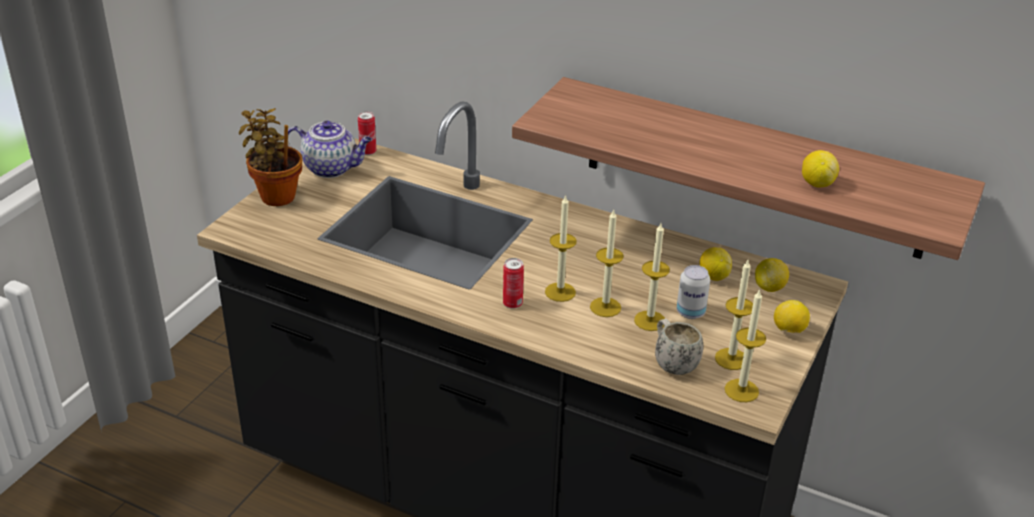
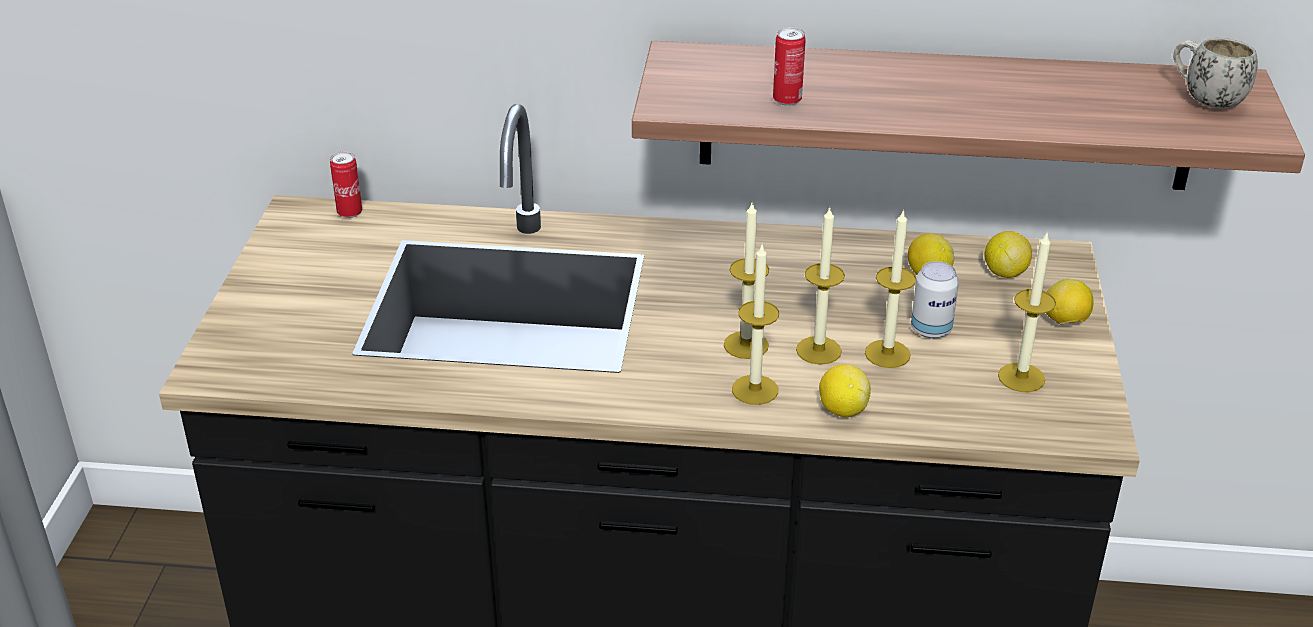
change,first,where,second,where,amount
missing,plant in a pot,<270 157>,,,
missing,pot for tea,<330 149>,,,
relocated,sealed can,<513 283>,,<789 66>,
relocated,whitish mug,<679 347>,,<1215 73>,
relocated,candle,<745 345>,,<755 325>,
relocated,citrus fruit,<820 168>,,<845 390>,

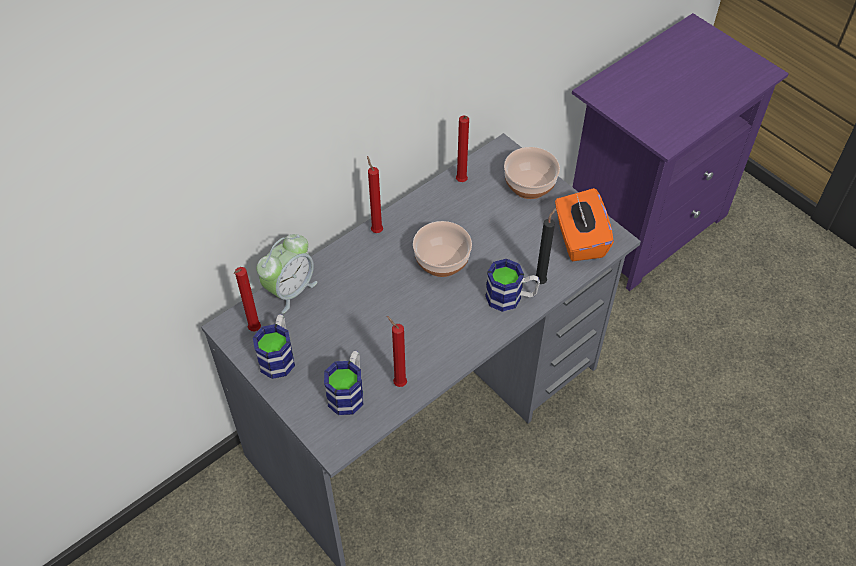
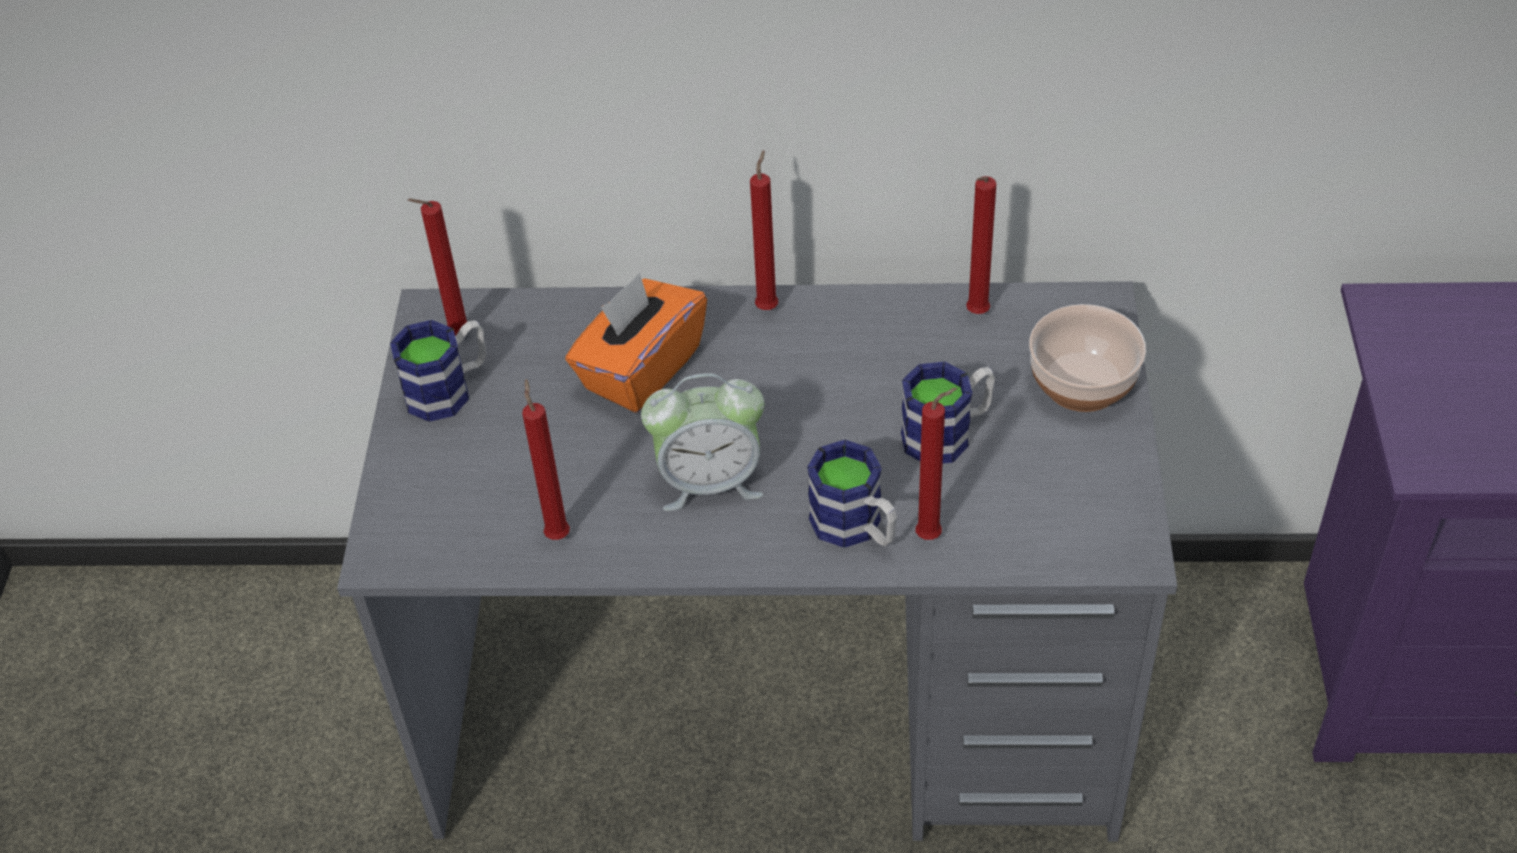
change,first,where,second,where,amount
missing,serving bowl,<442 249>,,,
relocated,bedside clock,<287 274>,,<702 442>,
relocated,mug,<343 383>,,<948 413>,
relocated,orange tissue holder,<584 224>,,<636 343>,
colour,blackish candle,<545 246>,reddish candle,<936 464>,

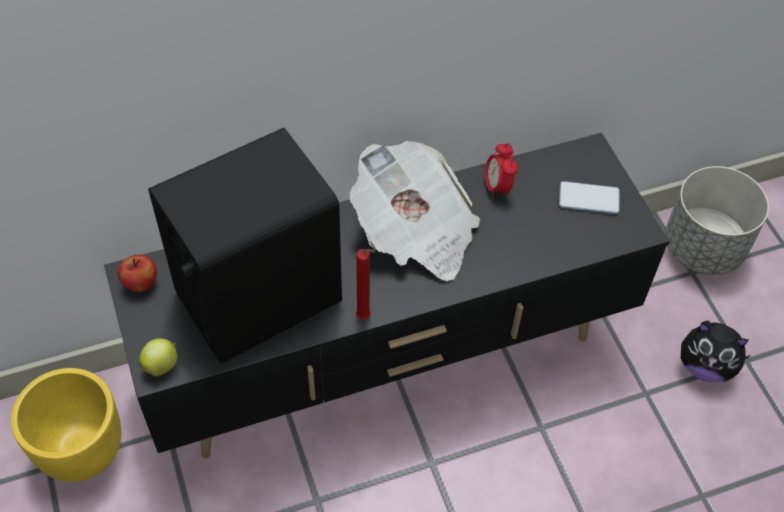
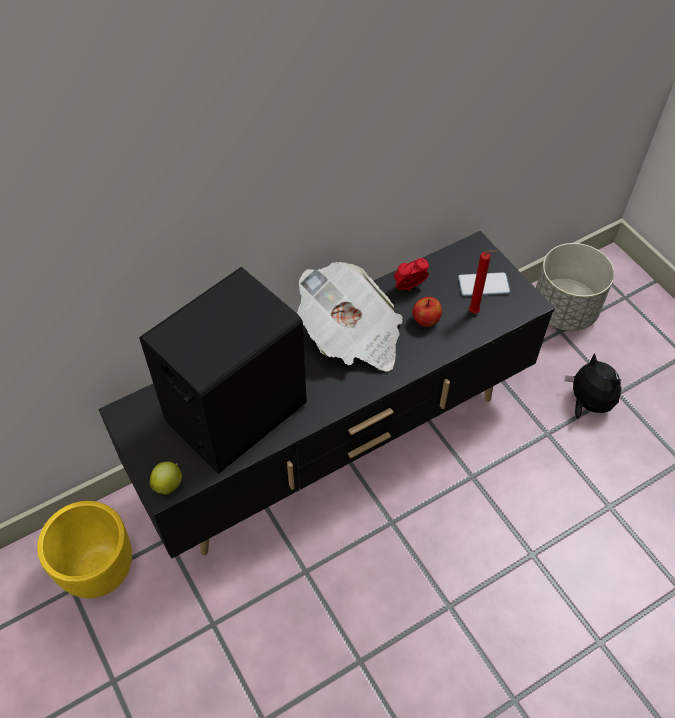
change,first,where,second,where,amount
relocated,apple fruit,<137 273>,,<427 312>,
relocated,reddish candle,<366 284>,,<483 282>,
spun,bedside clock,<501 171>,,<411 274>,90 degrees clockwise
spun,plush toy,<716 352>,,<593 386>,135 degrees counterclockwise

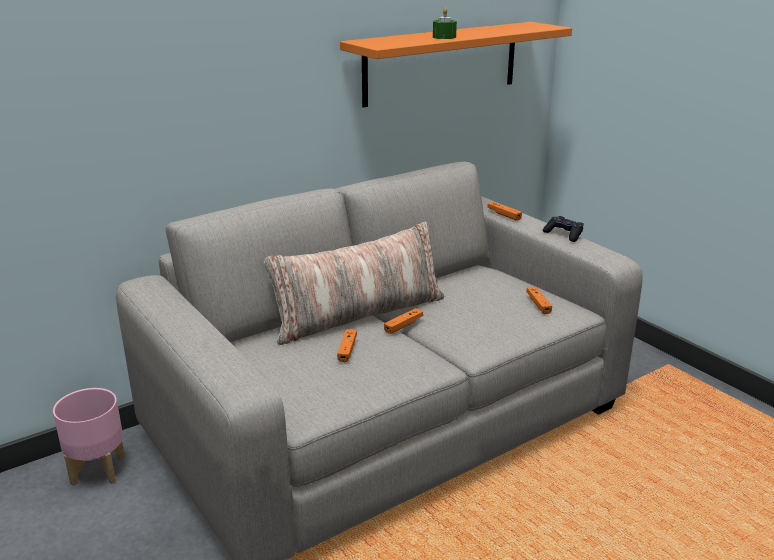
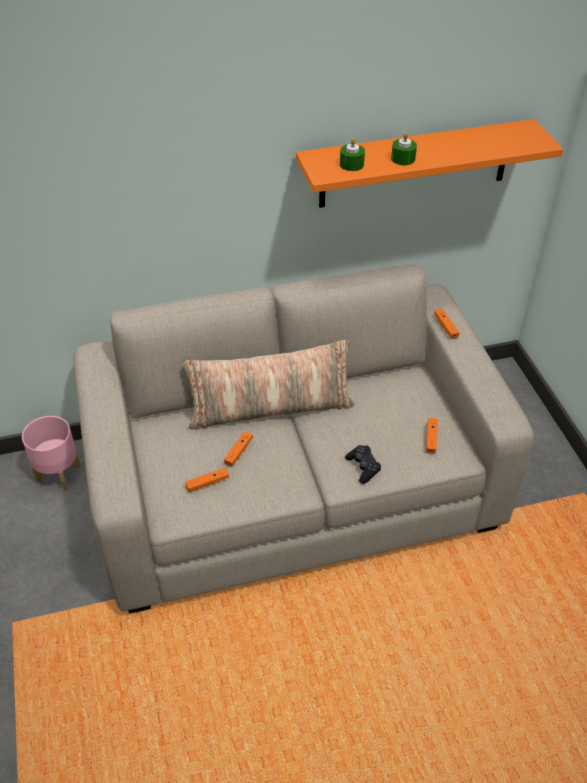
change,first,where,second,where,amount
appeared,,,green candle,<352 154>,
relocated,orange game controller,<403 321>,,<207 480>,
relocated,blackish game controller,<563 229>,,<363 464>,

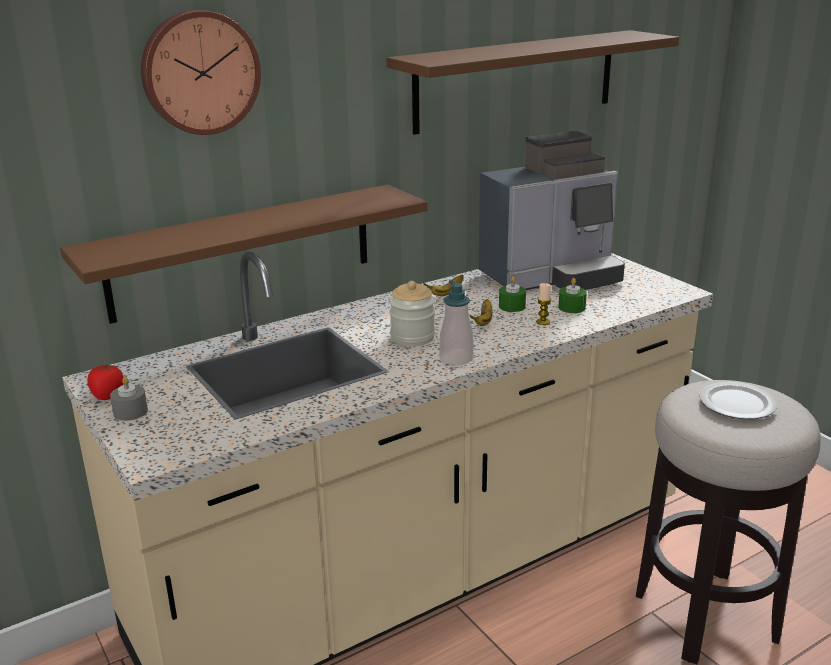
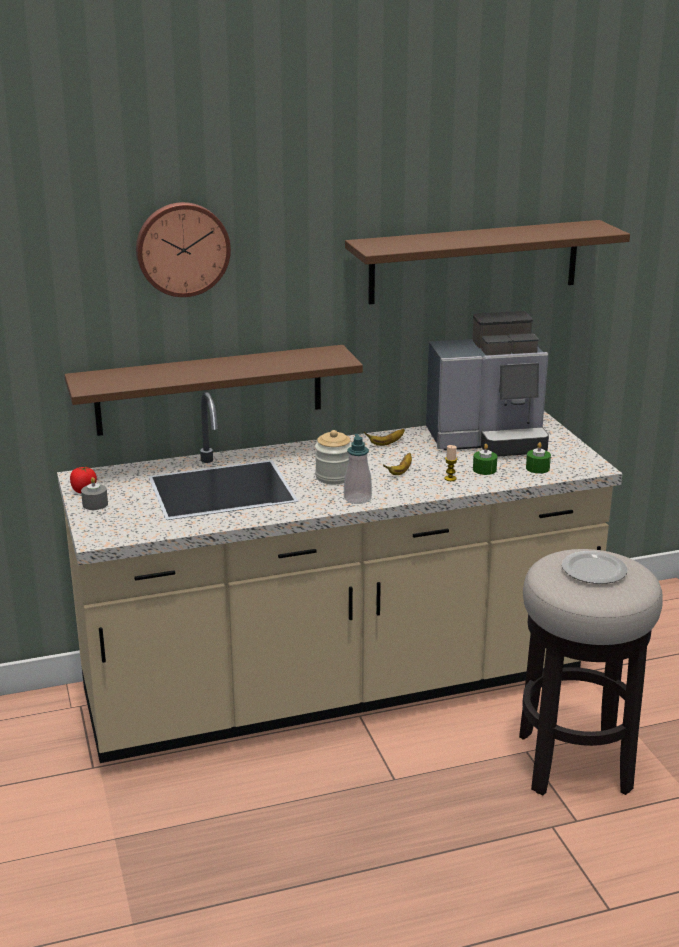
change,first,where,second,where,amount
relocated,green candle,<512 294>,,<538 457>,

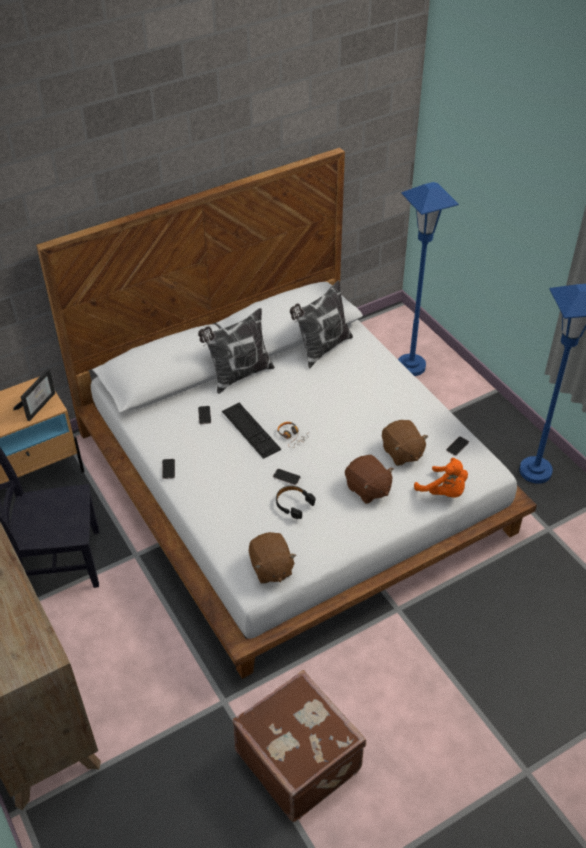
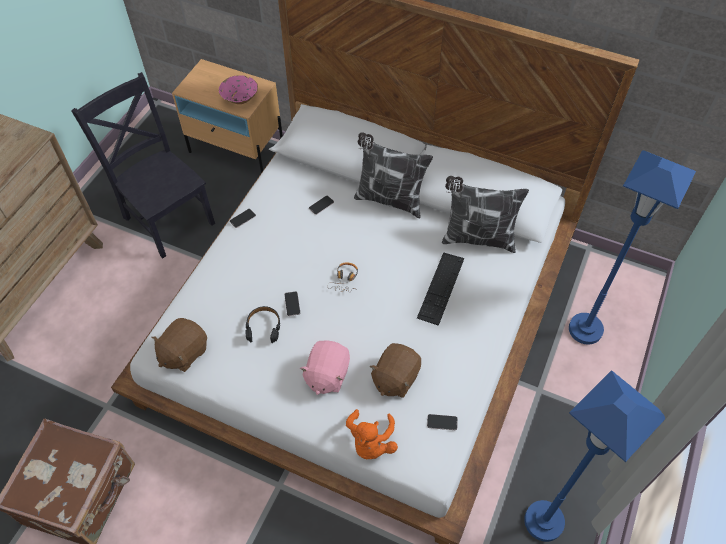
change,first,where,second,where,amount
relocated,computer keyboard,<251 431>,,<440 289>,
exchanged,standing frame,<34 395>,pink-coloured serving bowl,<238 89>,
colour,brown plush toy,<369 479>,pink-coloured plush toy,<325 367>,

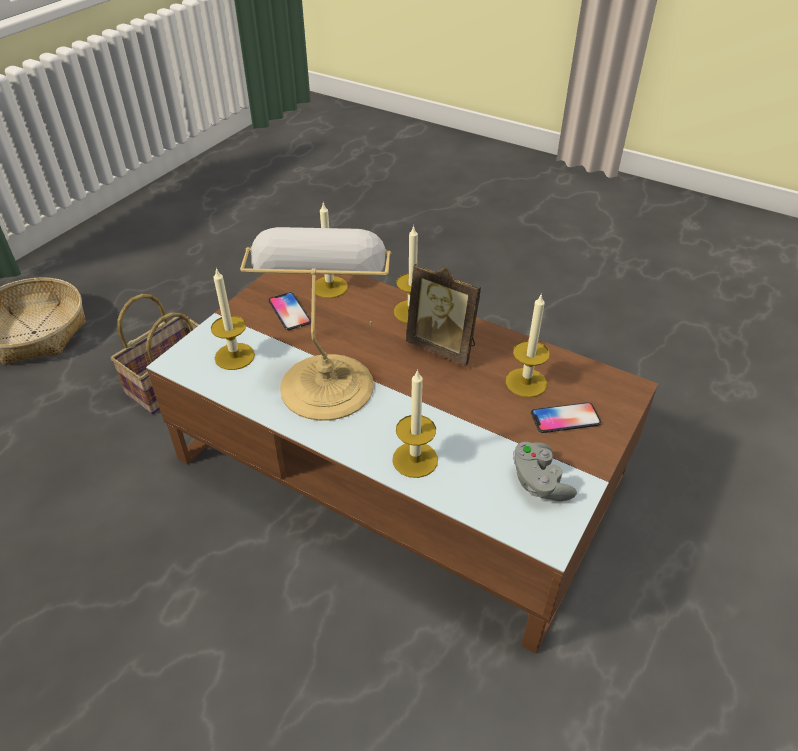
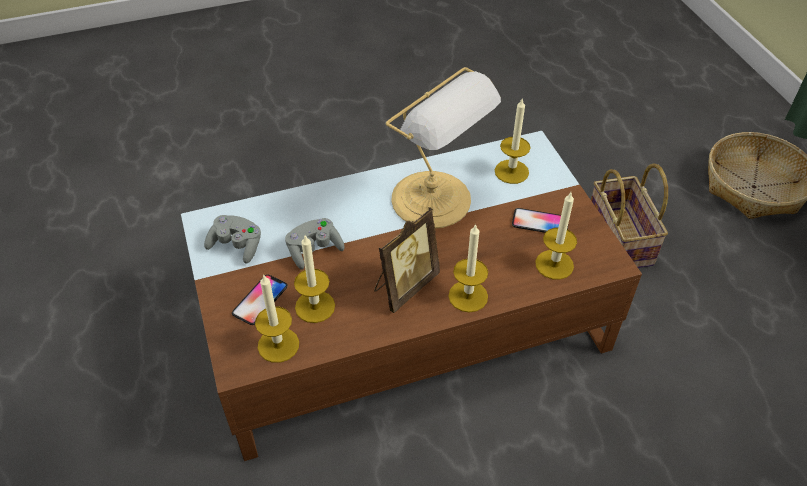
change,first,where,second,where,amount
appeared,,,grey game controller,<315 244>,
relocated,candle,<415 423>,,<277 318>,
spun,standing frame,<443 314>,,<407 260>,150 degrees clockwise

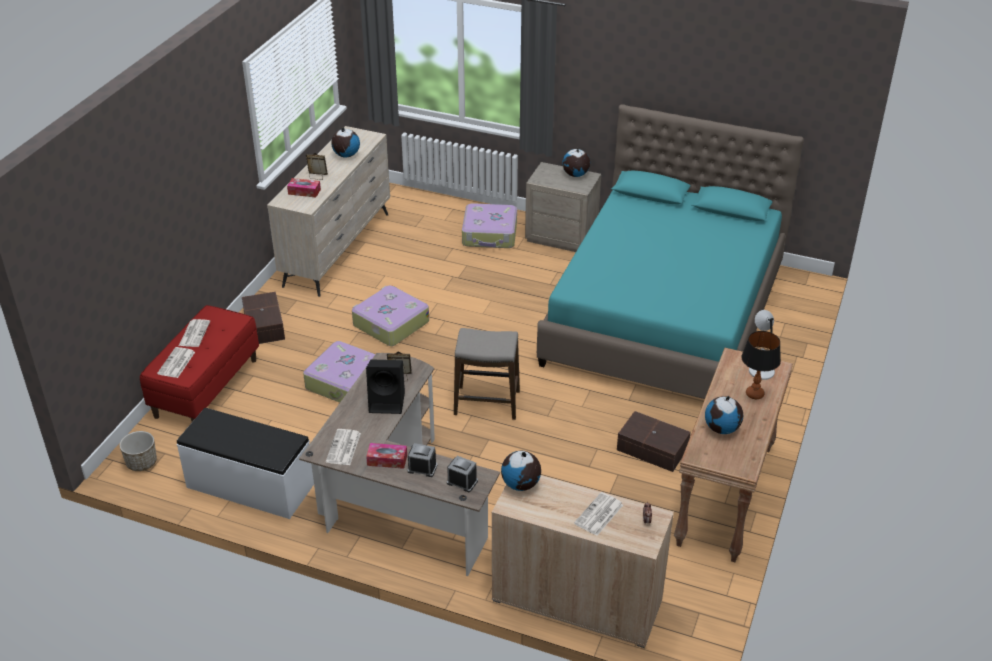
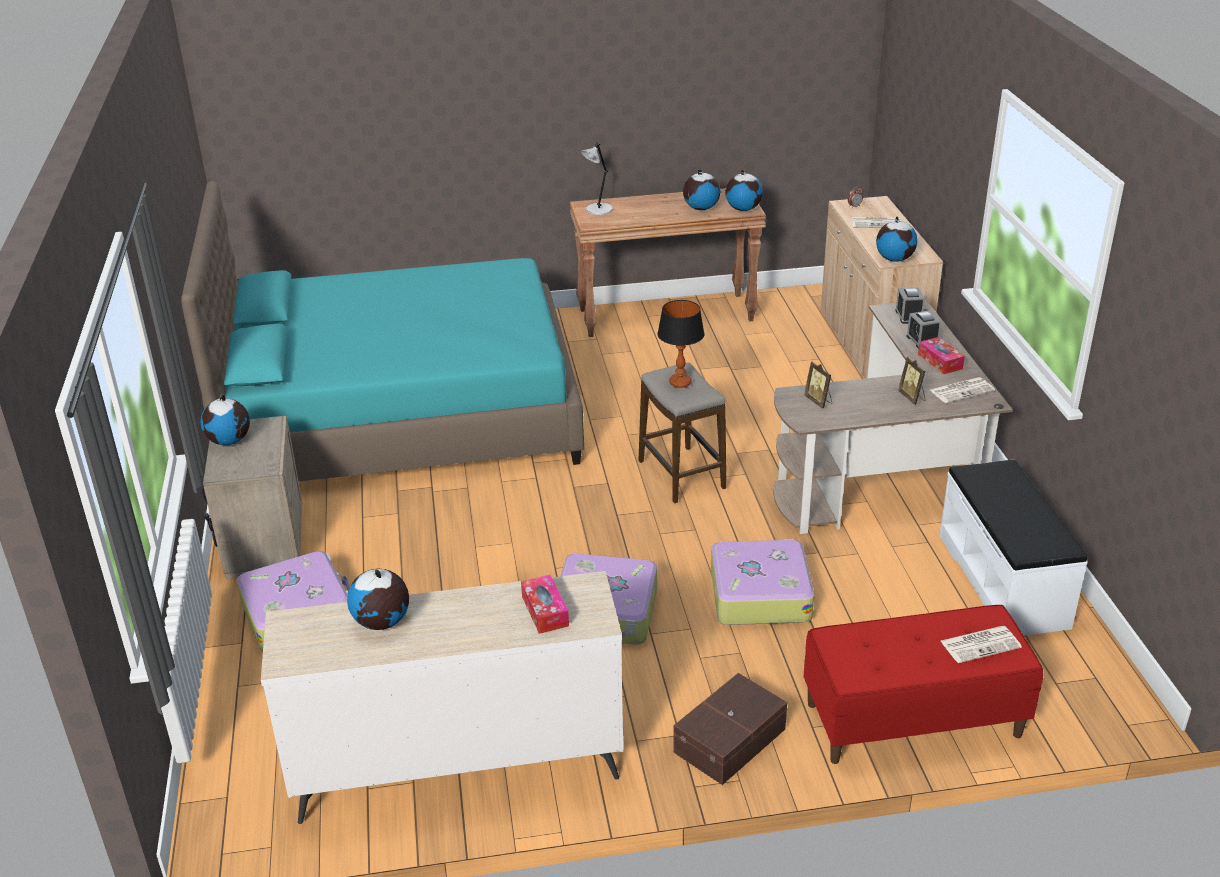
change,first,where,second,where,amount
missing,plant pot,<138 451>,,,
missing,newspaper,<194 333>,,,
missing,blackish loudspeaker,<385 386>,,,
missing,brown storage container,<654 441>,,,
appeared,,,world globe,<744 190>,
relocated,standing frame,<317 166>,,<911 381>,
relocated,table lamp,<761 365>,,<681 344>,

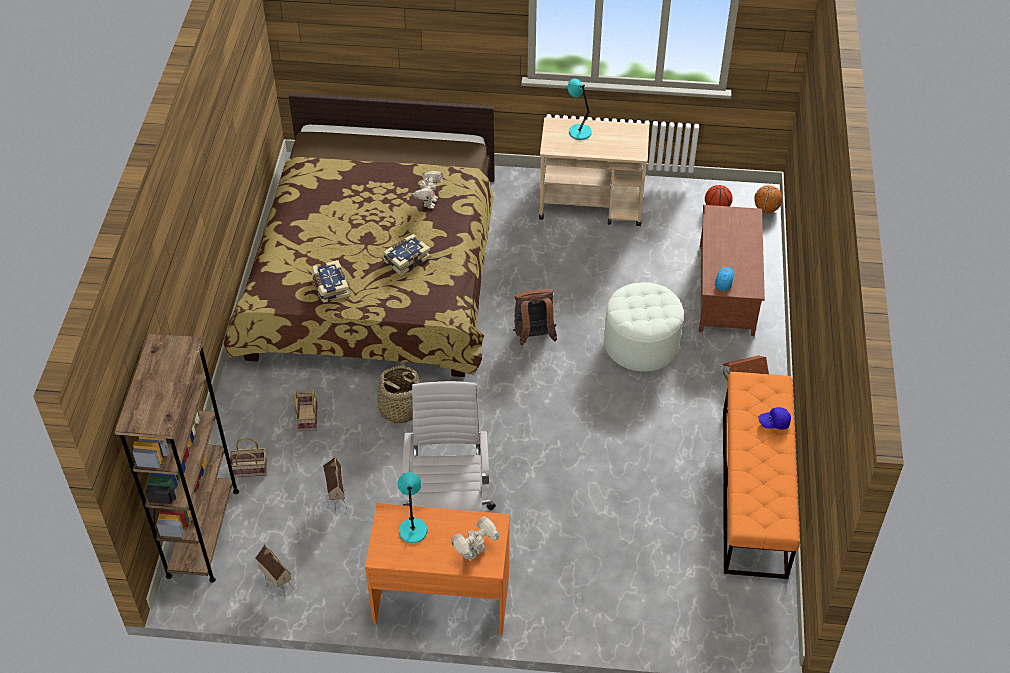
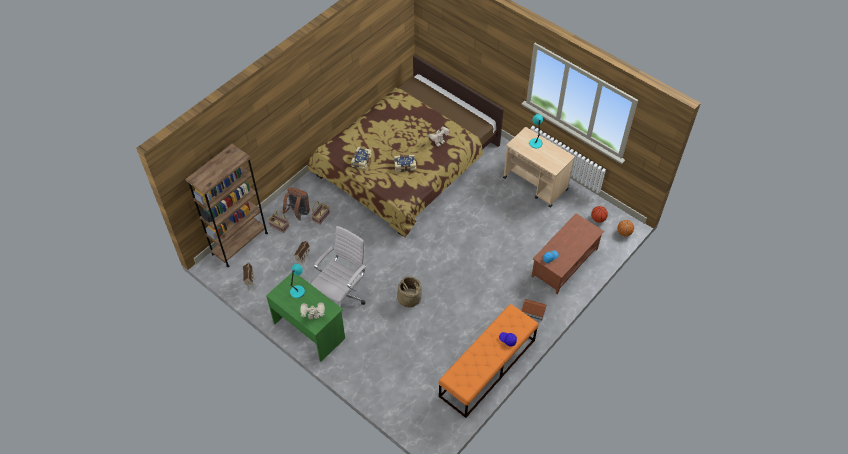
change,first,where,second,where,amount
missing,whitish pouffe,<644 327>,,,
relocated,storage basket,<393 394>,,<408 291>,
relocated,brown knapsack,<535 317>,,<296 204>,
colour,orange desk,<437 569>,green desk,<305 317>,

